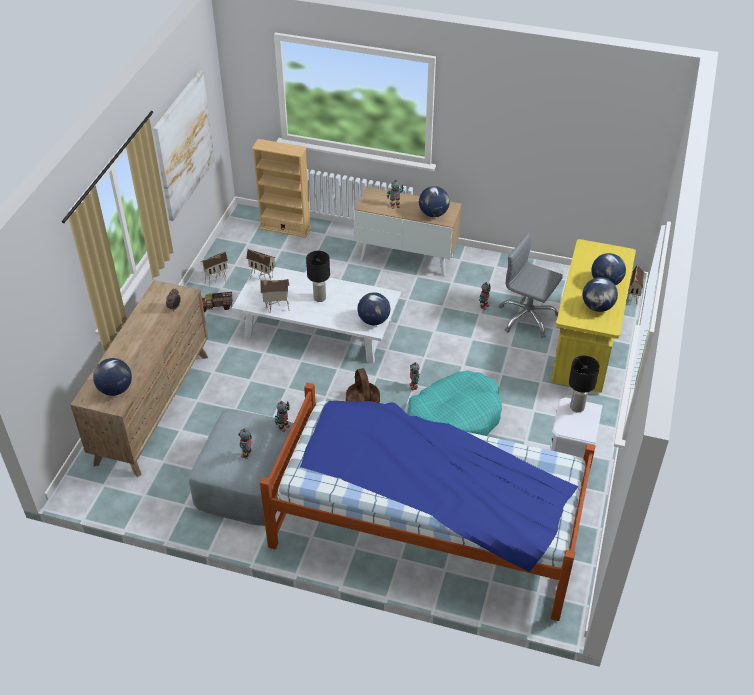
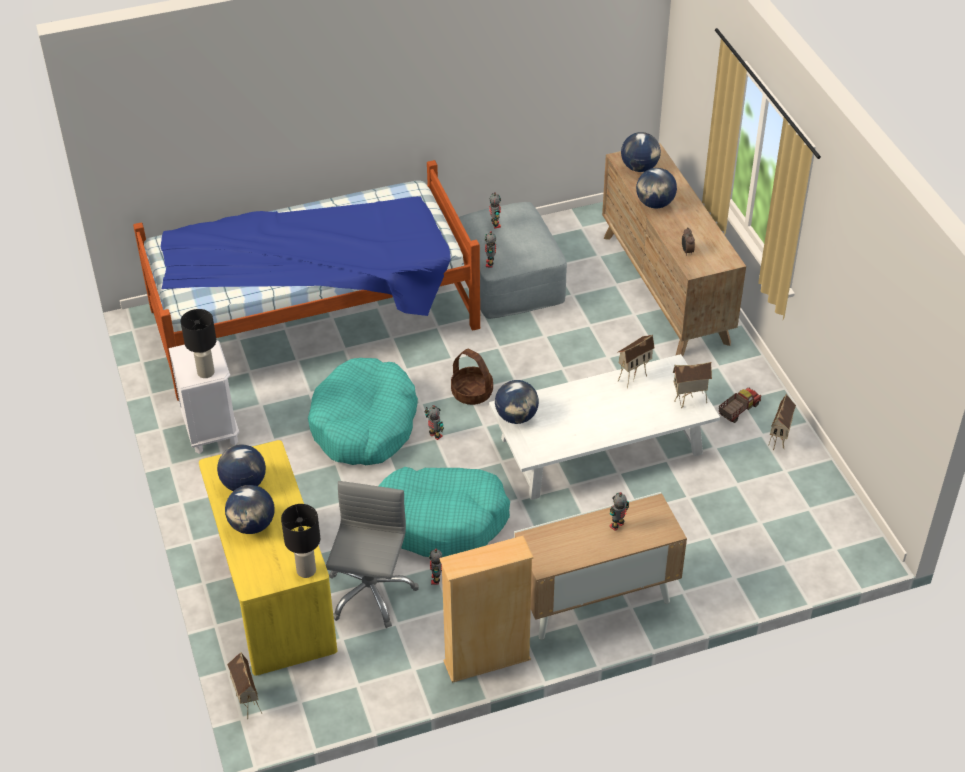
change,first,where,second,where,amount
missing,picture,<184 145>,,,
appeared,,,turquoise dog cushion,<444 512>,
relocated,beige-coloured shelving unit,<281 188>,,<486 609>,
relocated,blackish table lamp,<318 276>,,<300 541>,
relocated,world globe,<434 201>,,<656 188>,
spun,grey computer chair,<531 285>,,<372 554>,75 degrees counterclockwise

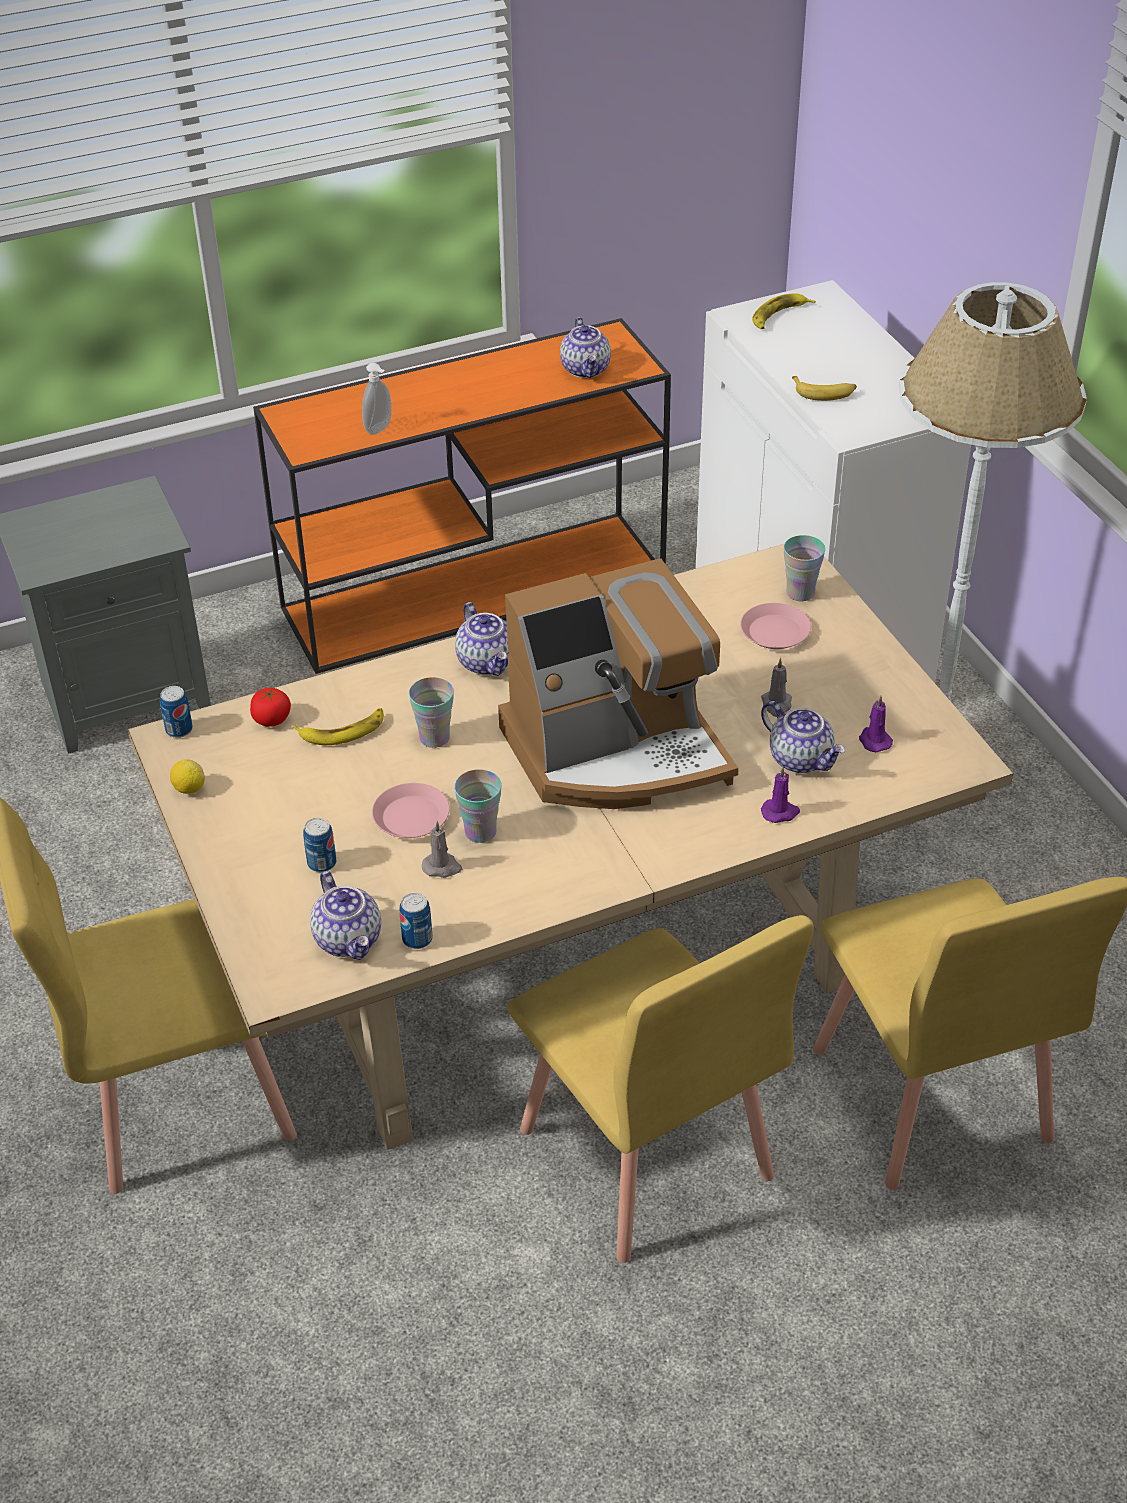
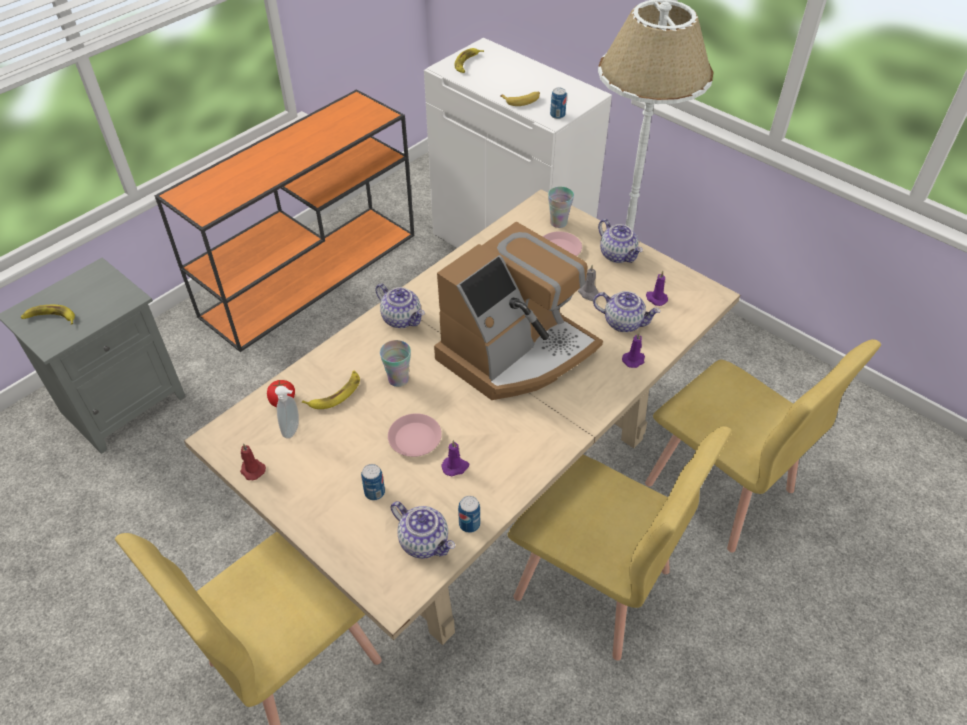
change,first,where,second,where,amount
missing,cup,<478 806>,,,
appeared,,,whole banana,<48 315>,
relocated,sealed can,<176 712>,,<558 103>,
relocated,liquid soap bottle,<377 399>,,<287 412>,
relocated,pot for tea,<585 347>,,<620 241>,
exchanged,citrus fruit,<187 776>,reddish candle,<253 461>,
colour,grey candle,<442 849>,purplish candle,<455 458>,

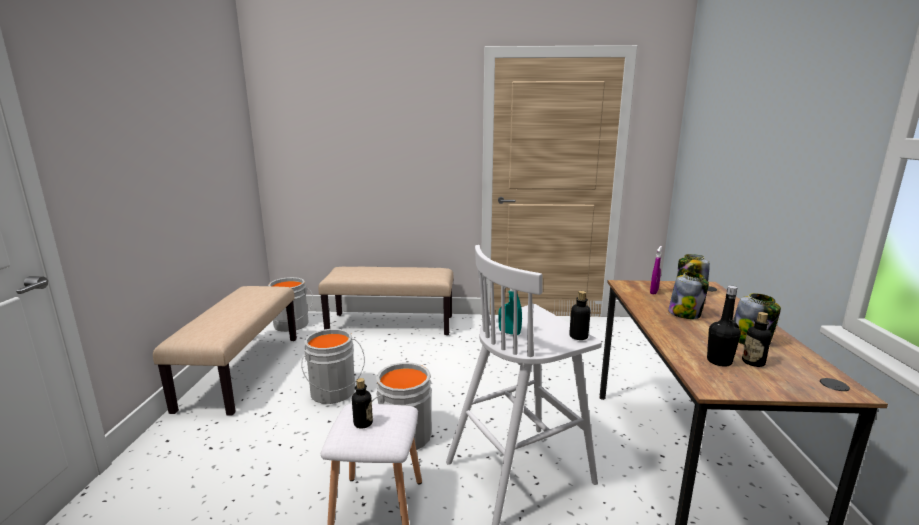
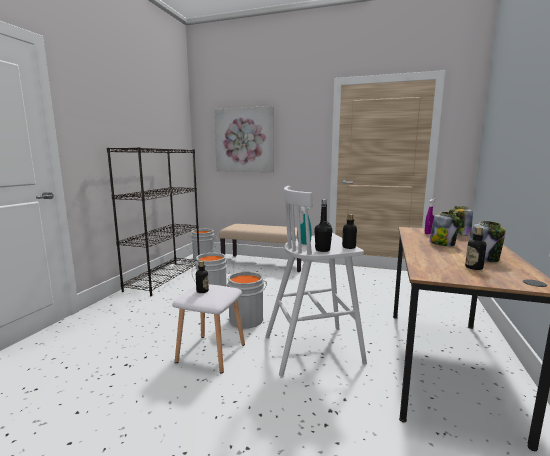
change,first,where,second,where,amount
appeared,,,picture,<244 139>,
relocated,blackish beverage bottle,<724 326>,,<323 225>,
exchanged,beige-coloured bench,<225 351>,blackish shelving unit,<153 221>,

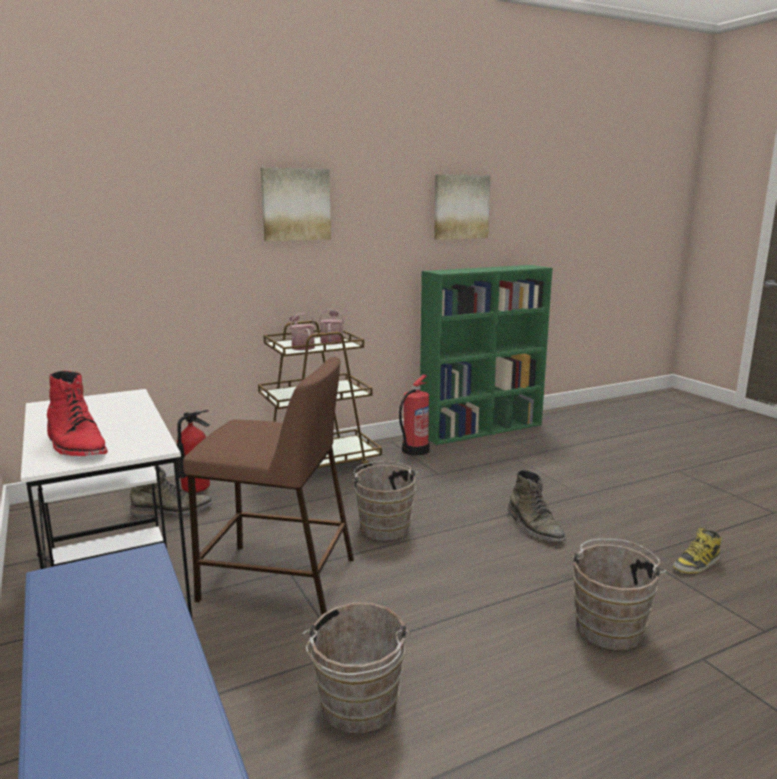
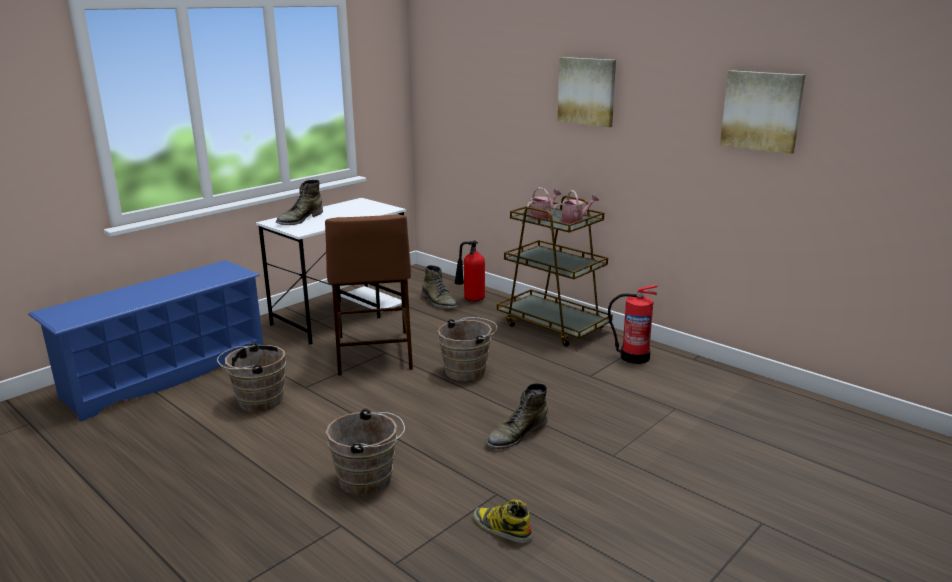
change,first,where,second,where,amount
missing,green shelving unit,<486 355>,,,
colour,reddish boot,<77 413>,green boot,<299 202>,

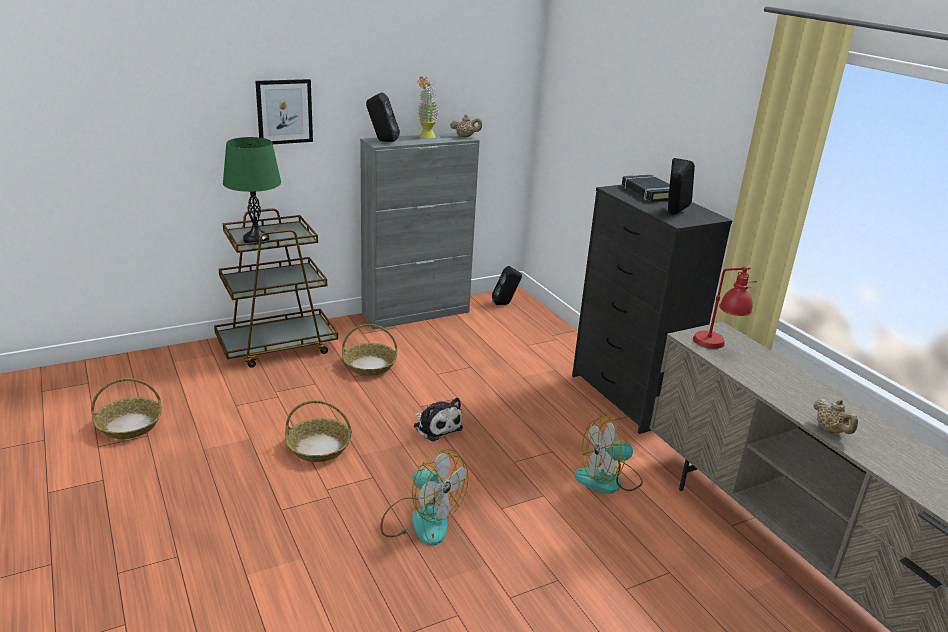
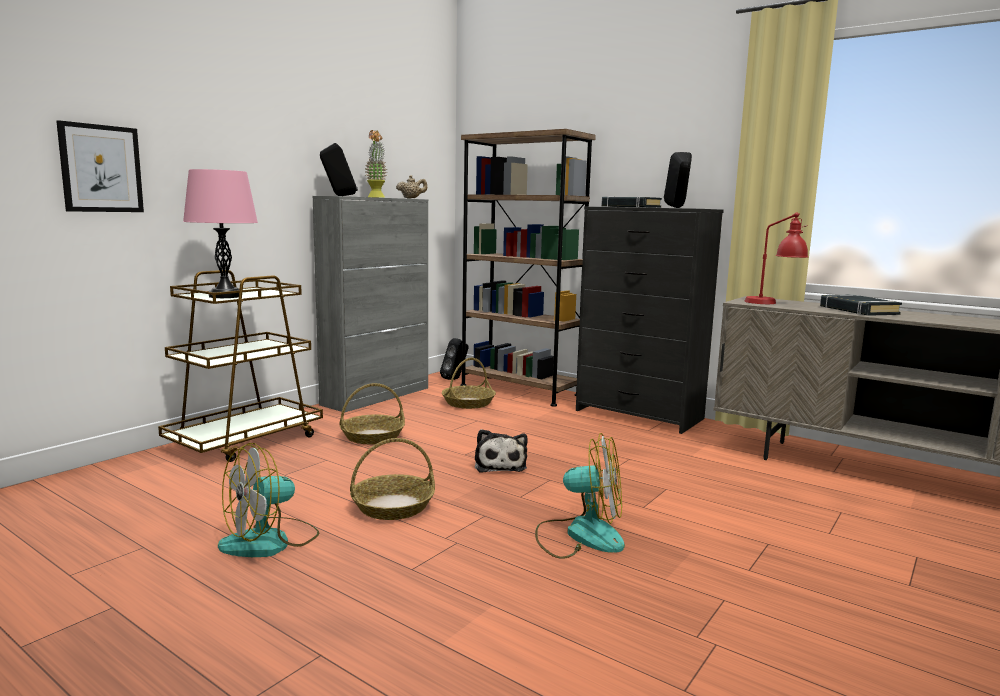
change,first,where,second,where,amount
missing,beige-coloured pot for tea,<835 416>,,,
appeared,,,brown shelving unit,<528 268>,
appeared,,,blackish volume,<861 305>,
relocated,storage basket,<126 408>,,<469 383>,
relocated,picture,<284 111>,,<100 166>,
relocated,cooling fan,<608 455>,,<269 500>,
colour,green table lamp,<252 191>,pink-coloured table lamp,<220 233>,
spun,plush toy,<438 420>,,<501 451>,60 degrees clockwise

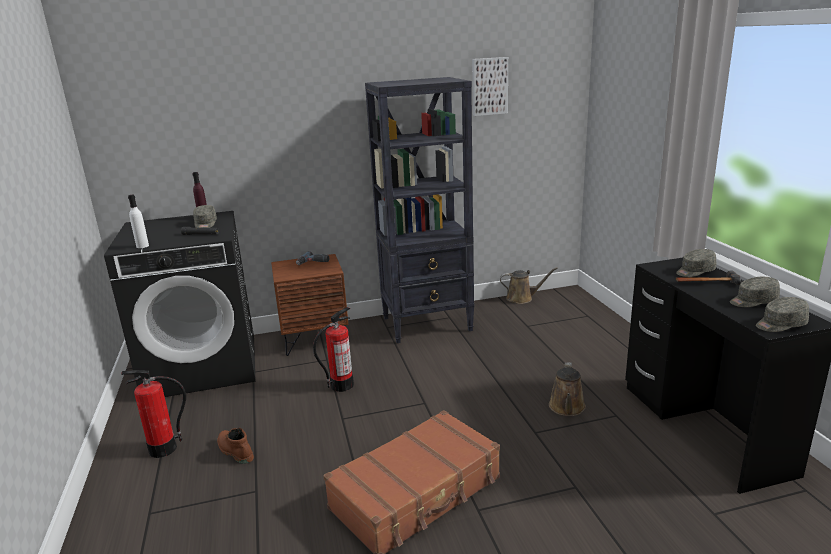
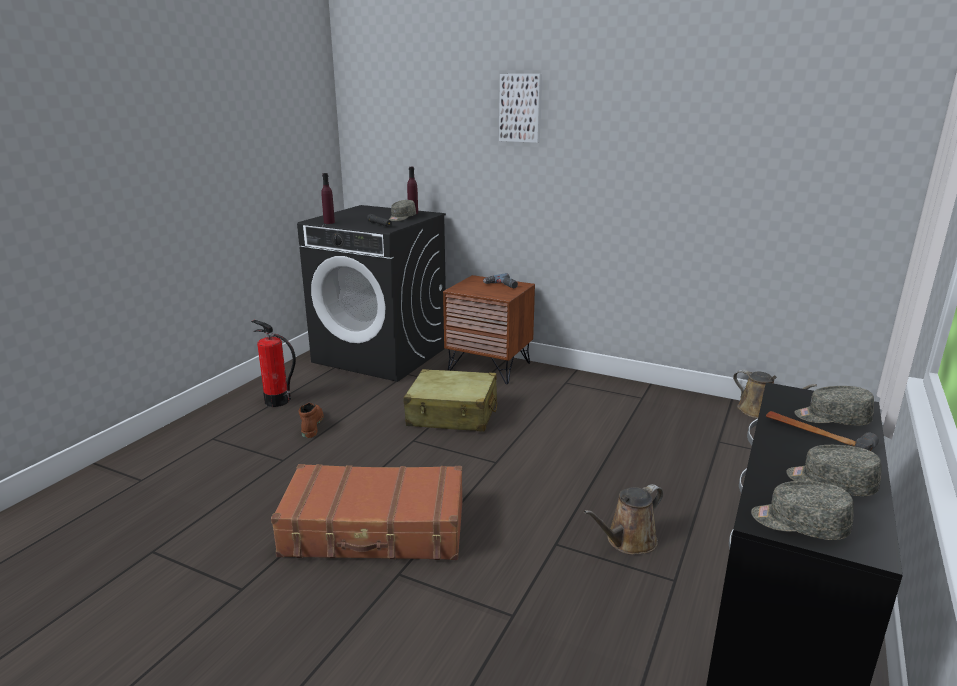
change,first,where,second,where,amount
missing,blackish shelving unit,<419 210>,,,
relocated,picture,<490 86>,,<520 108>,
exchanged,fire extinguisher,<333 349>,beige-coloured suitcase,<450 400>,
colour,whitish beverage bottle,<138 221>,purplish beverage bottle,<328 198>,

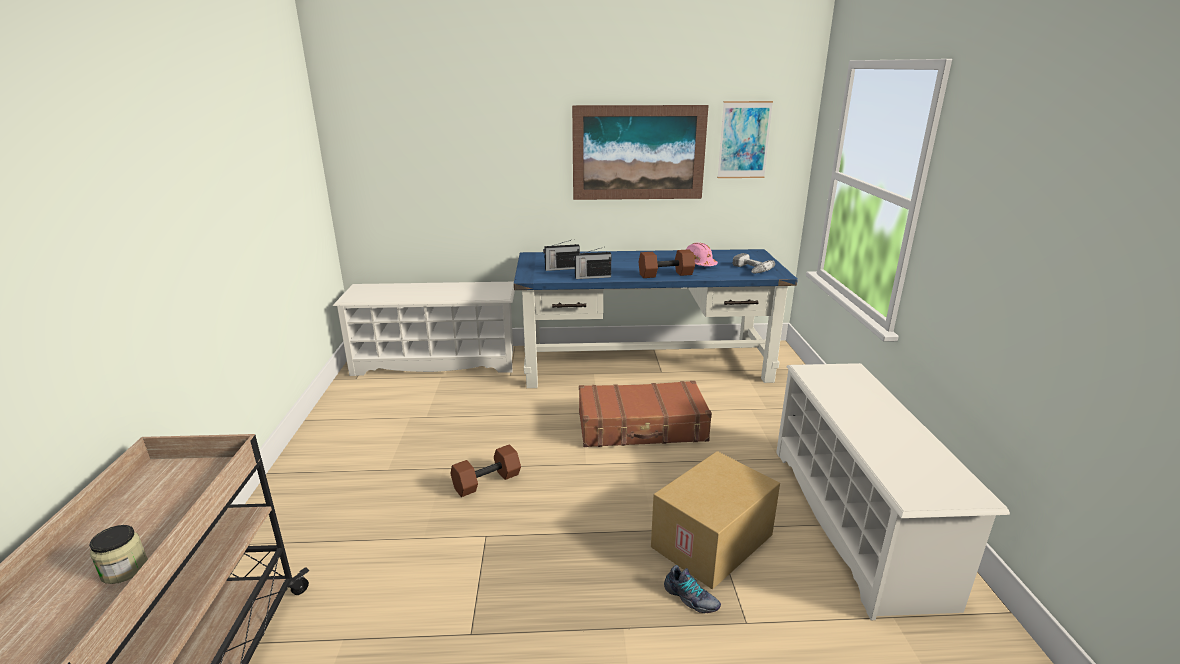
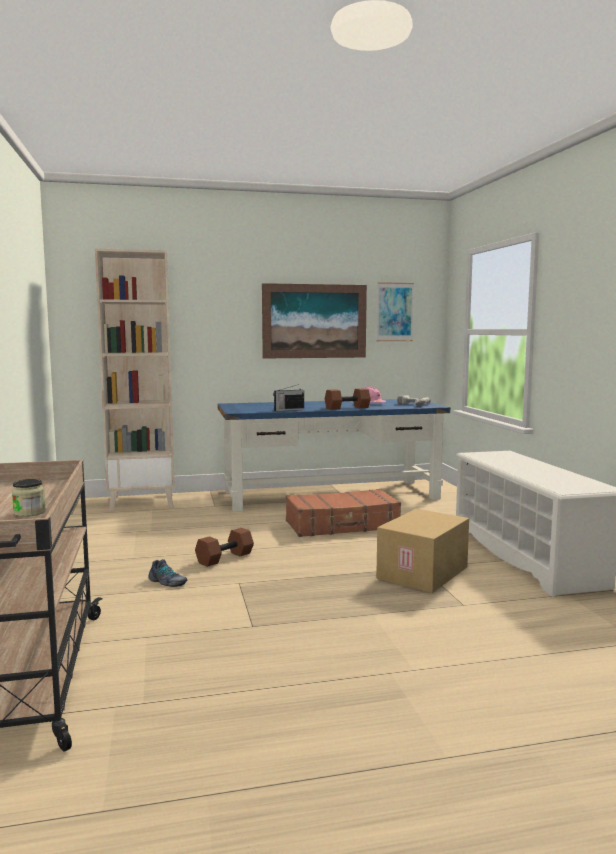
change,first,where,second,where,amount
missing,radio receiver,<561 255>,,,
relocated,low shoe,<692 589>,,<167 573>,
exchanged,whitish shoe shelf,<424 329>,beige-coloured shelving unit,<135 379>,

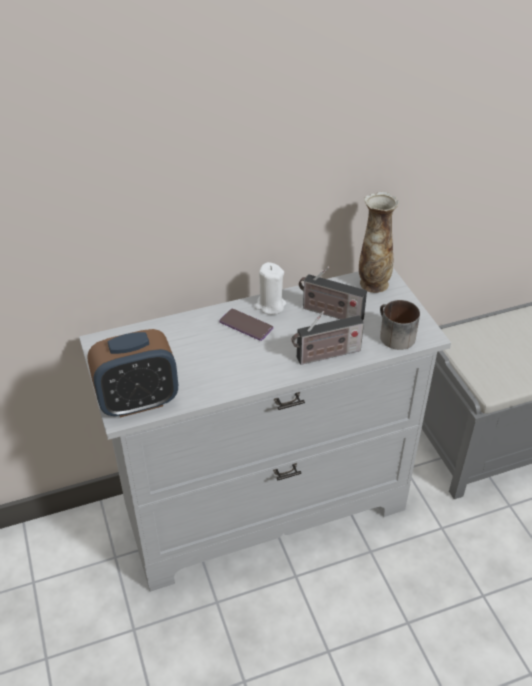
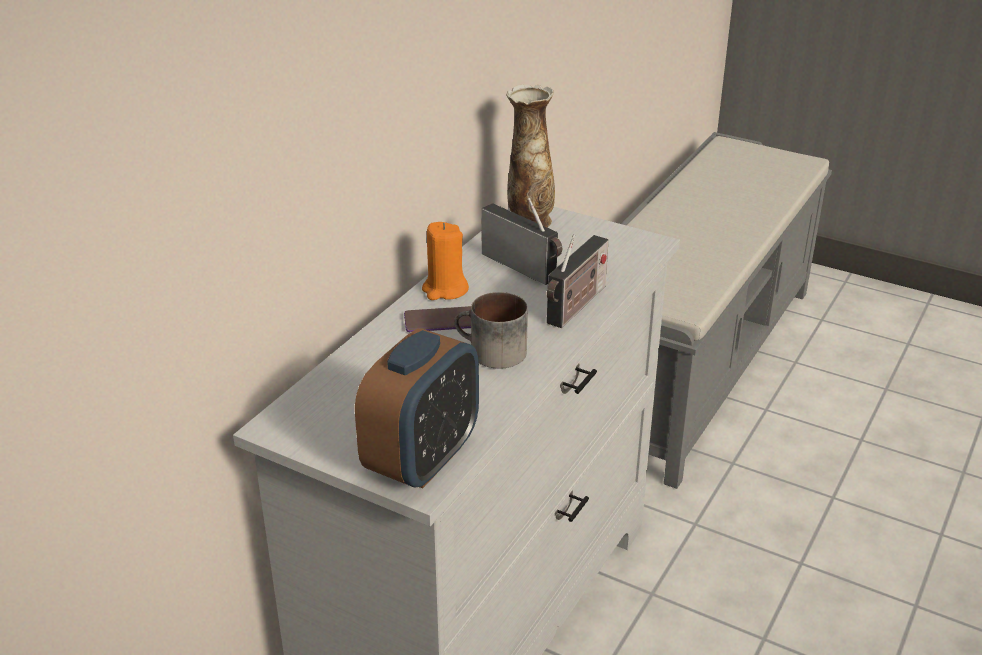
change,first,where,second,where,amount
relocated,mug,<400 325>,,<491 330>,
colour,whitish candle,<270 288>,orange candle,<445 261>,
spun,radio receiver,<333 293>,,<521 241>,120 degrees counterclockwise

